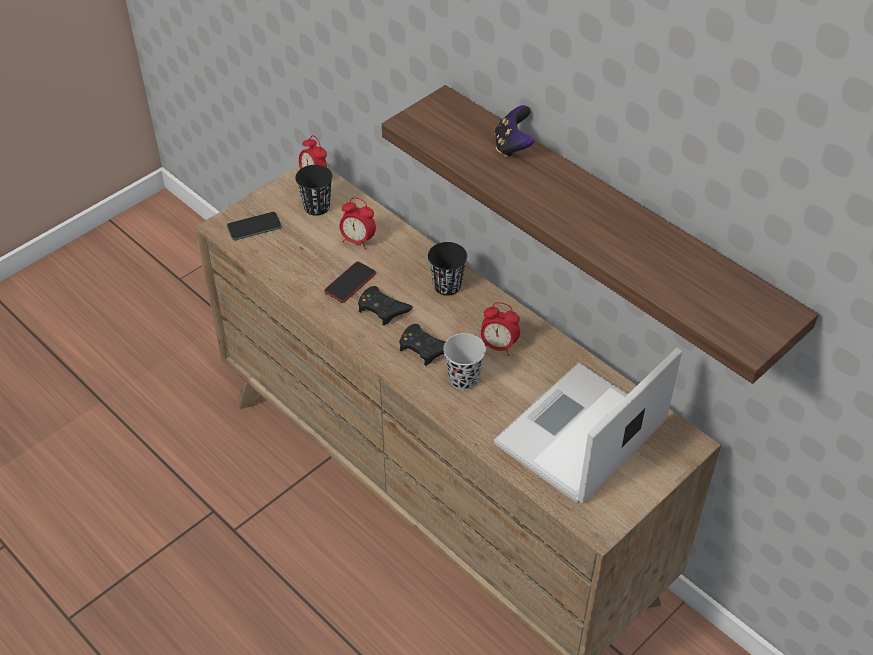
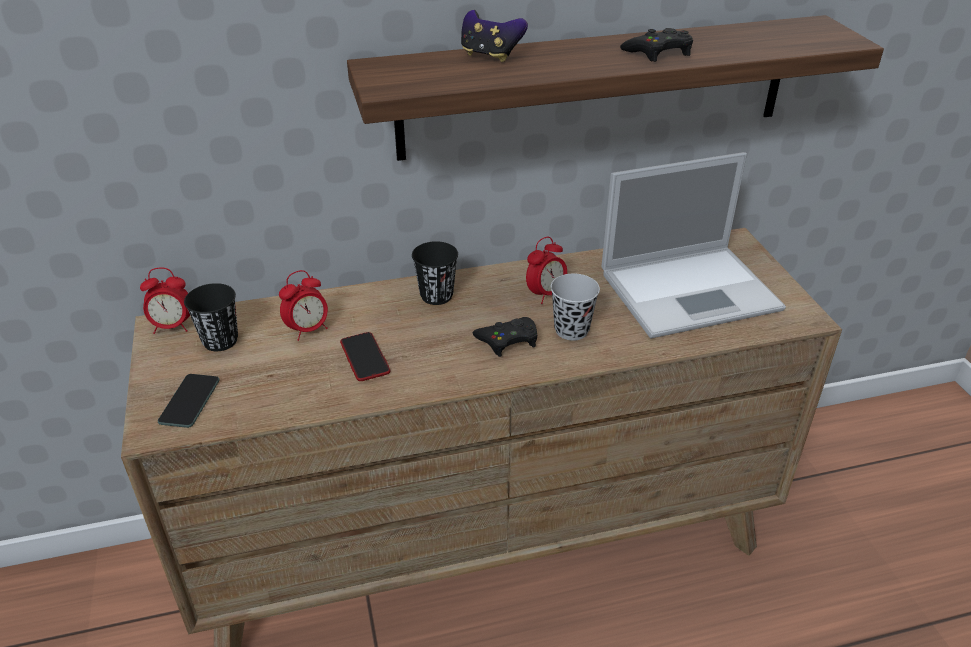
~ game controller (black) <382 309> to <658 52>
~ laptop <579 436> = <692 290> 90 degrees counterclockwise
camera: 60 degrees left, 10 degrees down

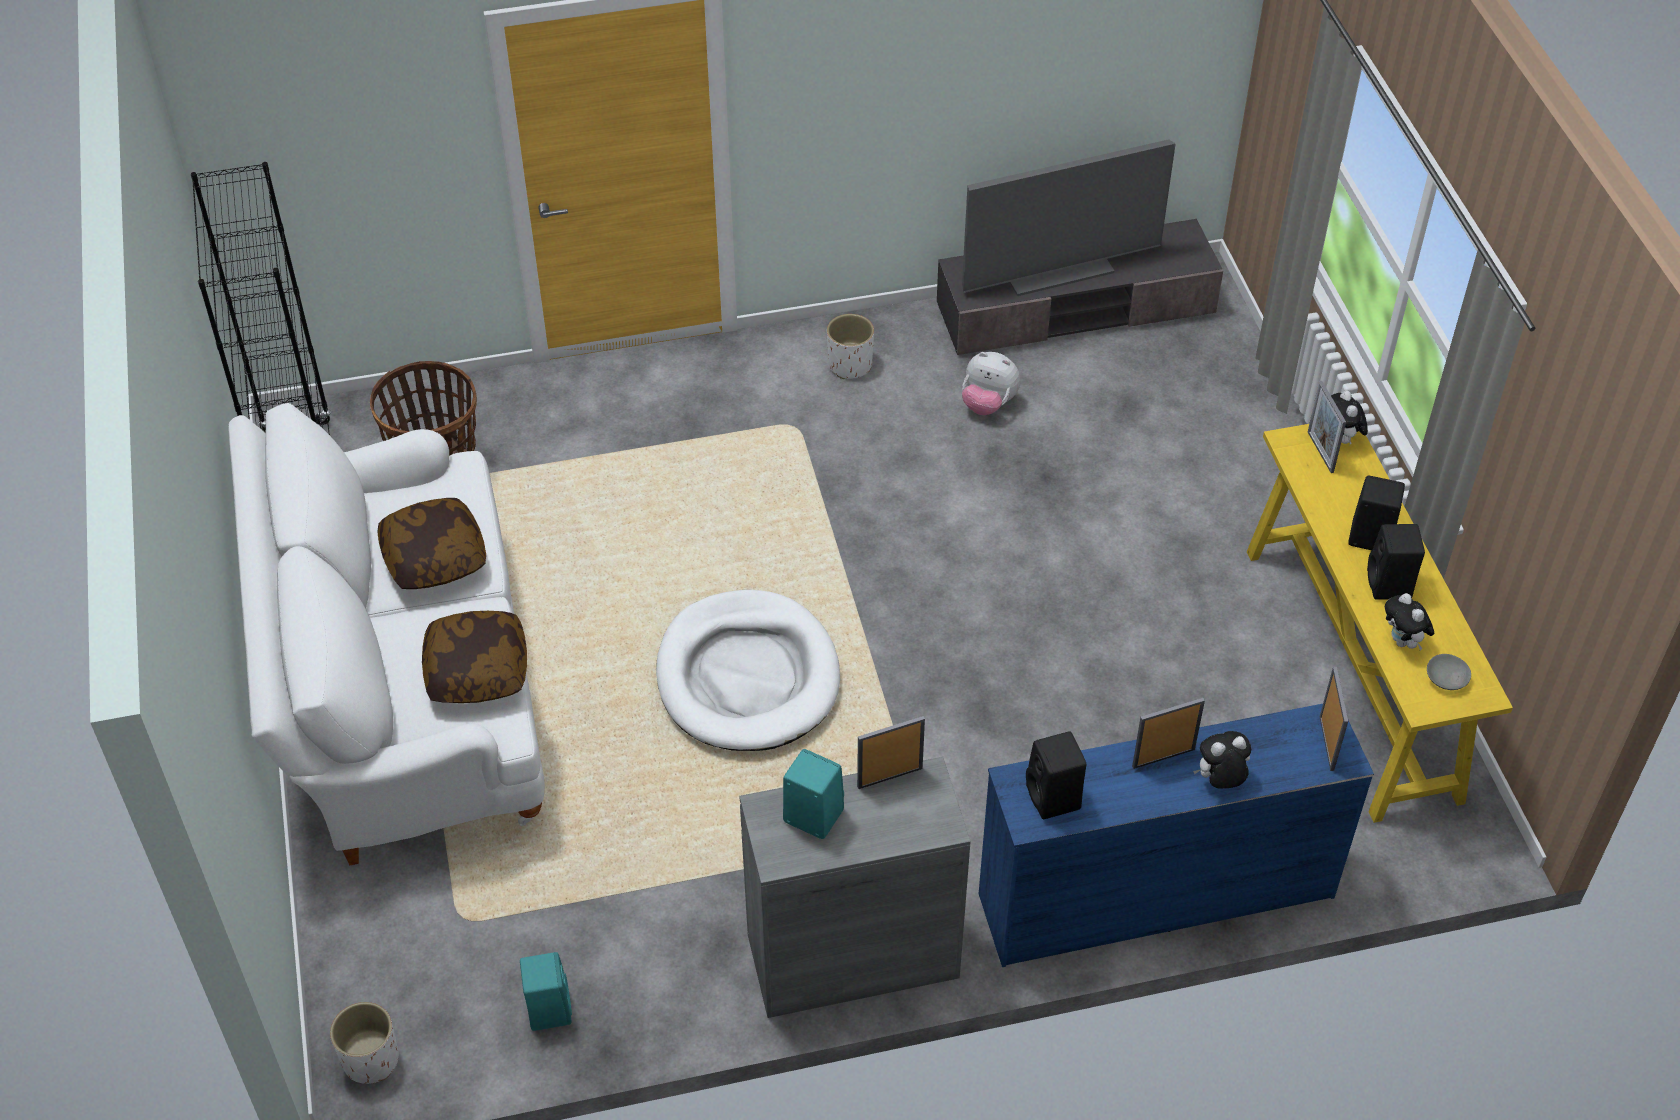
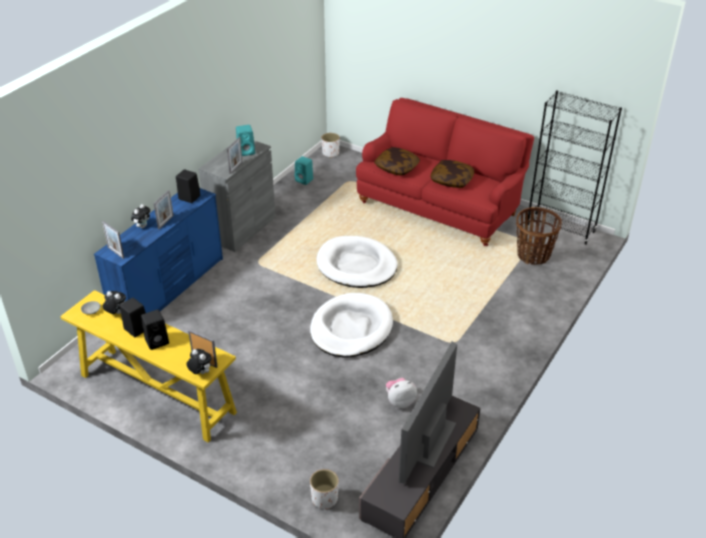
~ planter (white) <850 365> to <324 499>
~ sofa (white) <404 693> to sofa (red) <440 206>
+ dog bed (white) <351 328>
camera: 135 degrees right, 10 degrees down

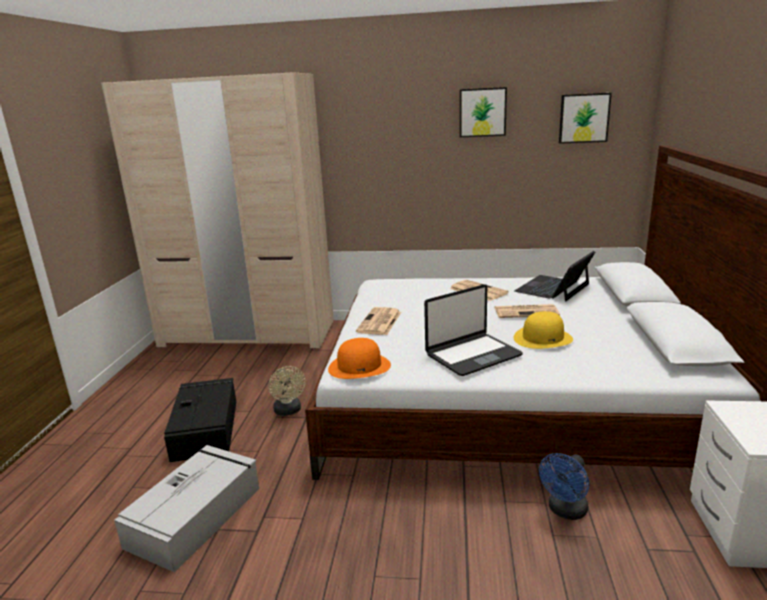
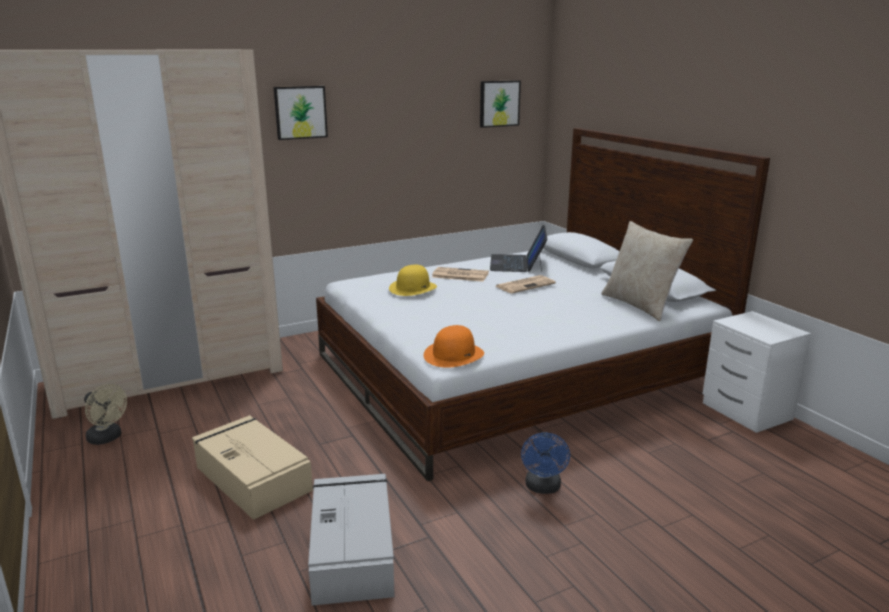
~ picture <482 112> to <300 112>
- laptop <472 355>
- newspaper <379 322>
~ hat (yellow) <543 338> to <413 288>
~ fan (beige) <289 411> to <108 438>
~ storage box (black) <206 428> to storage box (beige) <252 477>
~ fan (blue) <565 511> to <543 488>
+ pillow (beige) <640 305>
camera: 35 degrees left, 0 degrees up

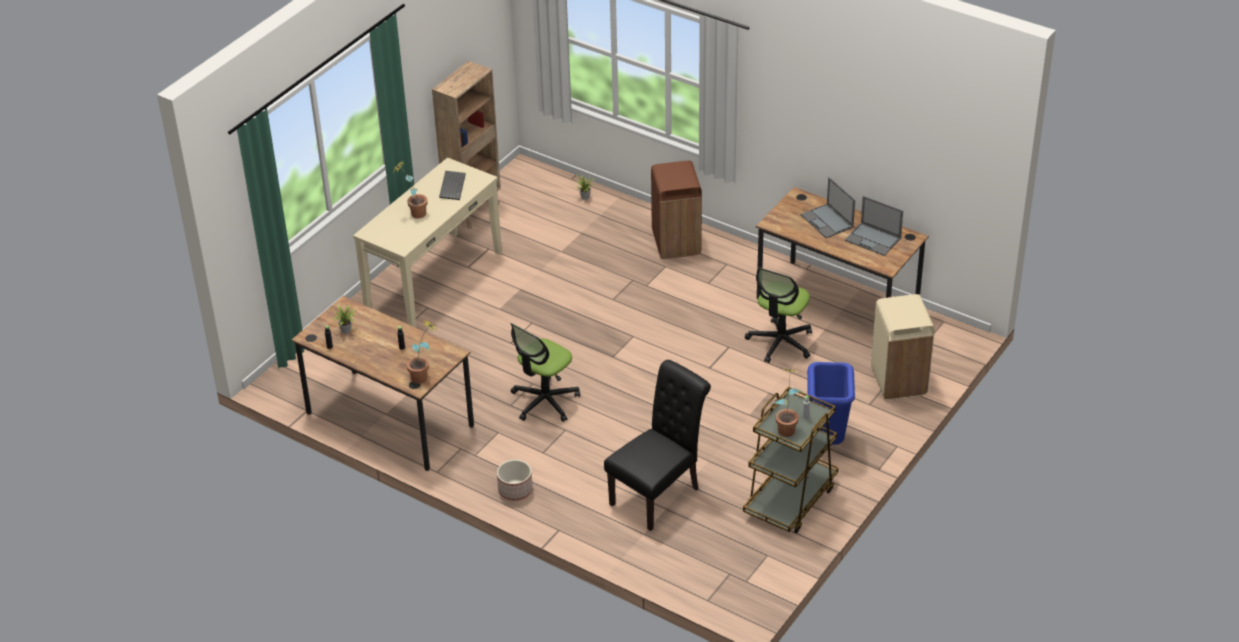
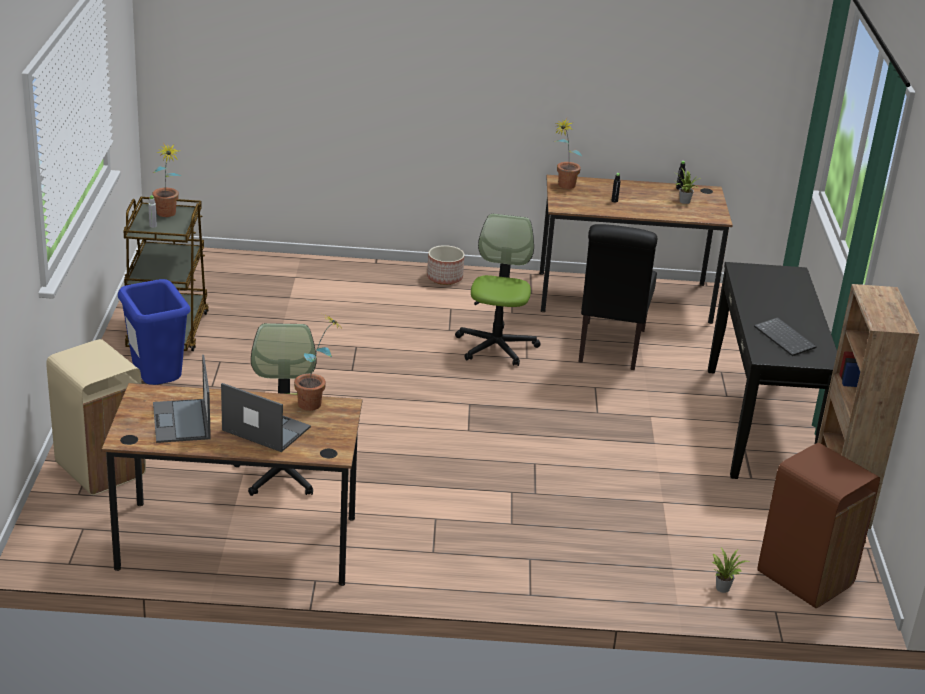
~ console table (beige) <433 280> to console table (black) <760 424>
~ potted plant <414 213> to <316 403>
~ trash can (brown) <675 243> to <805 578>
~ laptop <873 239> = <182 422> 105 degrees counterclockwise
~ chair (black) <659 494> to <609 348>
camera: 145 degrees right, 10 degrees down

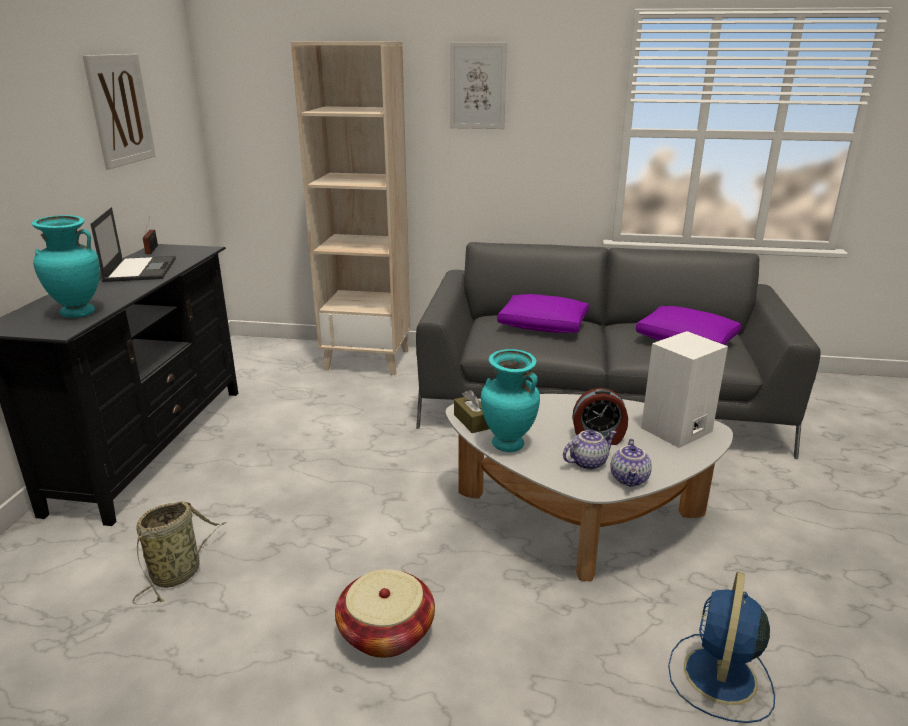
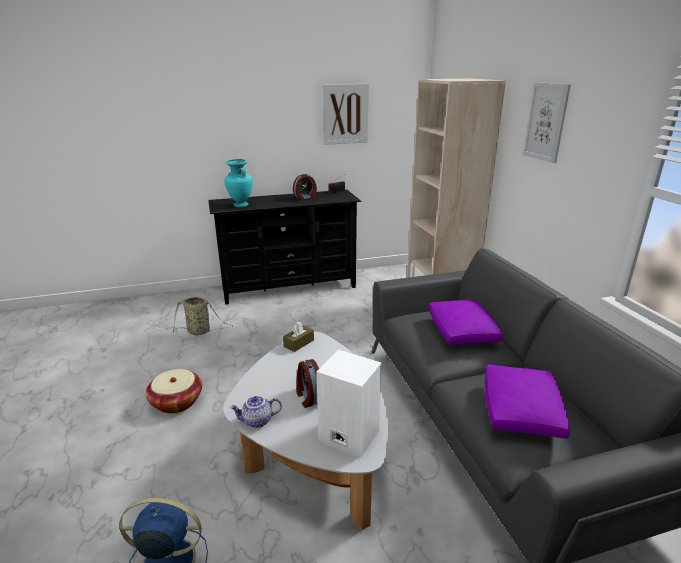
~ laptop <140 269> to alarm clock <305 198>
- vase (turquoise) <507 445>
- teapot <587 462>
camera: 65 degrees right, 0 degrees up

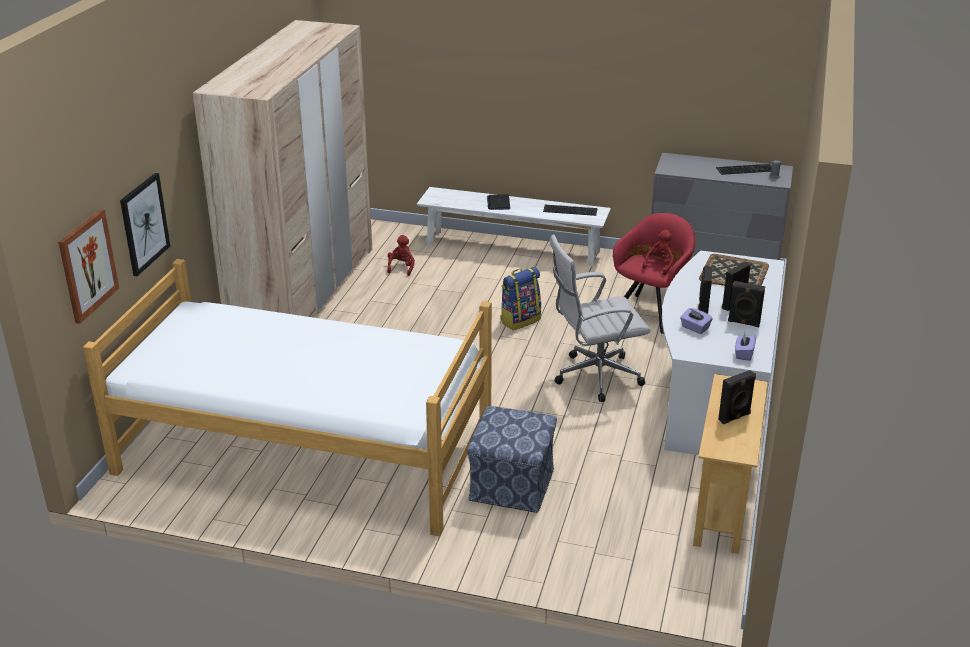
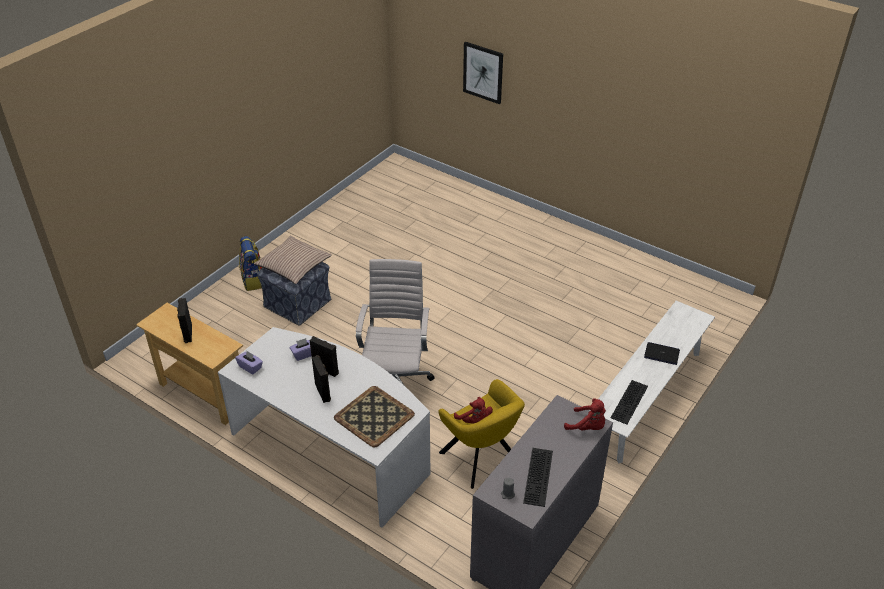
- wardrobe (beige) <304 292>
- picture <87 265>
~ armchair (red) <651 311> to armchair (yellow) <481 459>
~ plush toy (red) <401 268> to <587 427>
- bed <305 448>
~ backpack <520 320> to <253 280>
- speaker (black) <743 323>
+ pillow <293 266>
camera: 110 degrees right, 10 degrees up

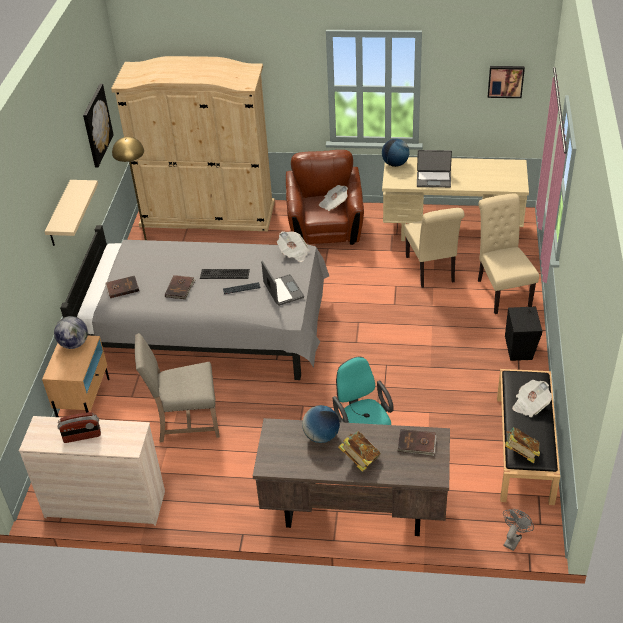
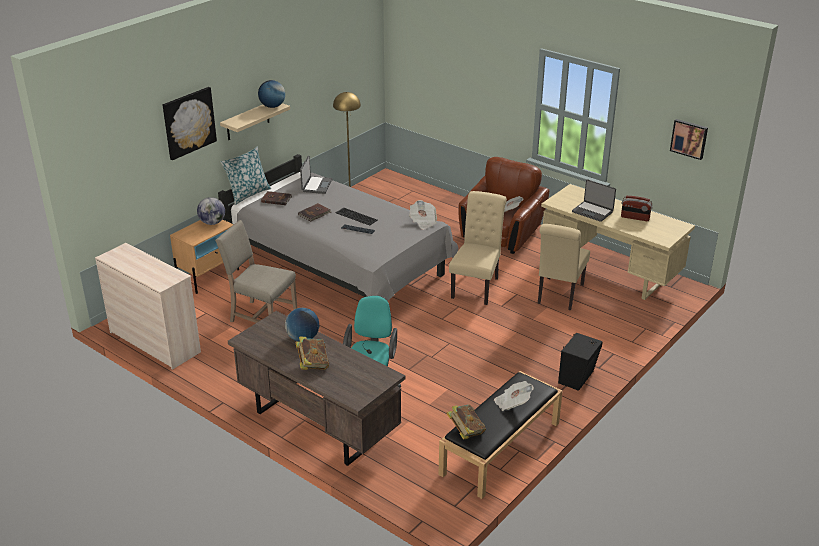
- wardrobe (beige) <207 214>
~ picture <96 125> to <189 122>
~ globe <395 164> to <272 106>
~ chair (beige) <501 290> to <476 286>
~ laptop <282 291> to <316 185>
~ radio <82 436> to <635 218>
- book (brown) <416 444>
- fan (grey) <513 539>
+ pillow <248 194>
camera: 30 degrees right, 10 degrees down

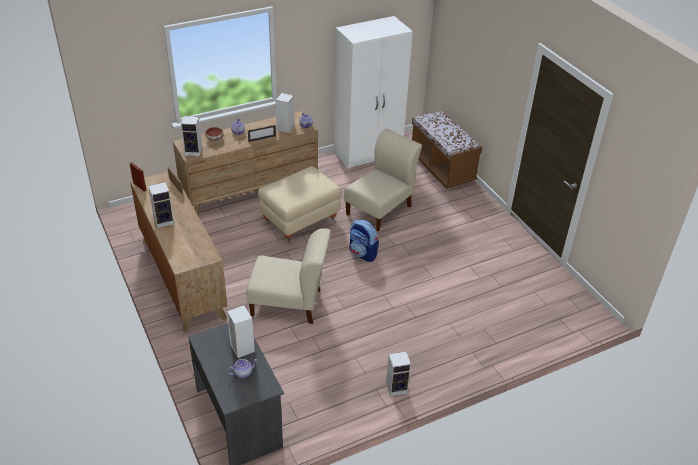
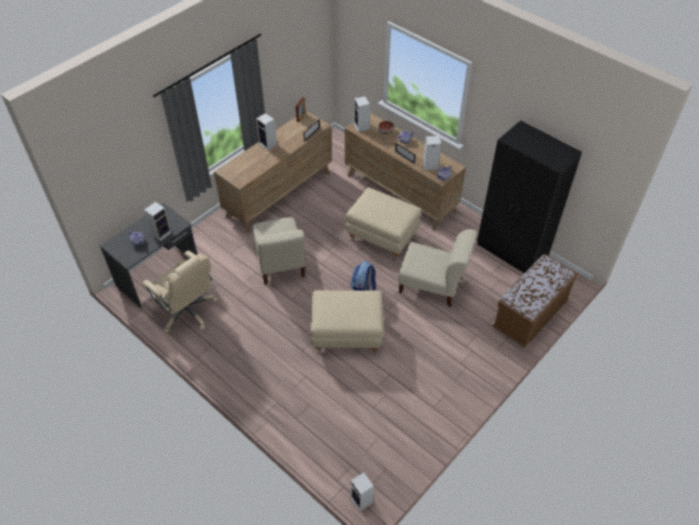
~ wardrobe (white) <368 153> to wardrobe (black) <512 252>
~ speaker <397 387> to <362 500>
+ office chair (beige) <187 311>
+ ottoman (beige) <347 334>
camera: 70 degrees right, 10 degrees up

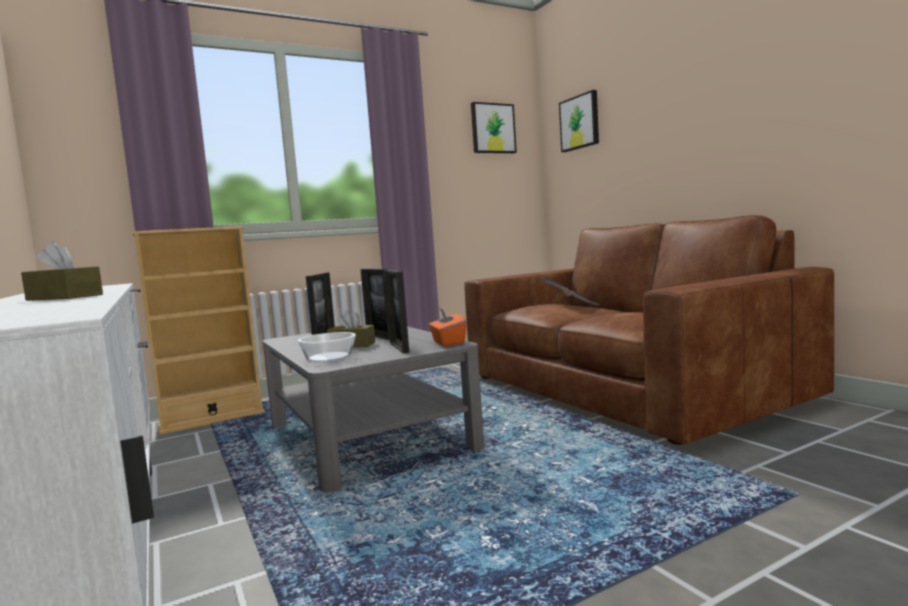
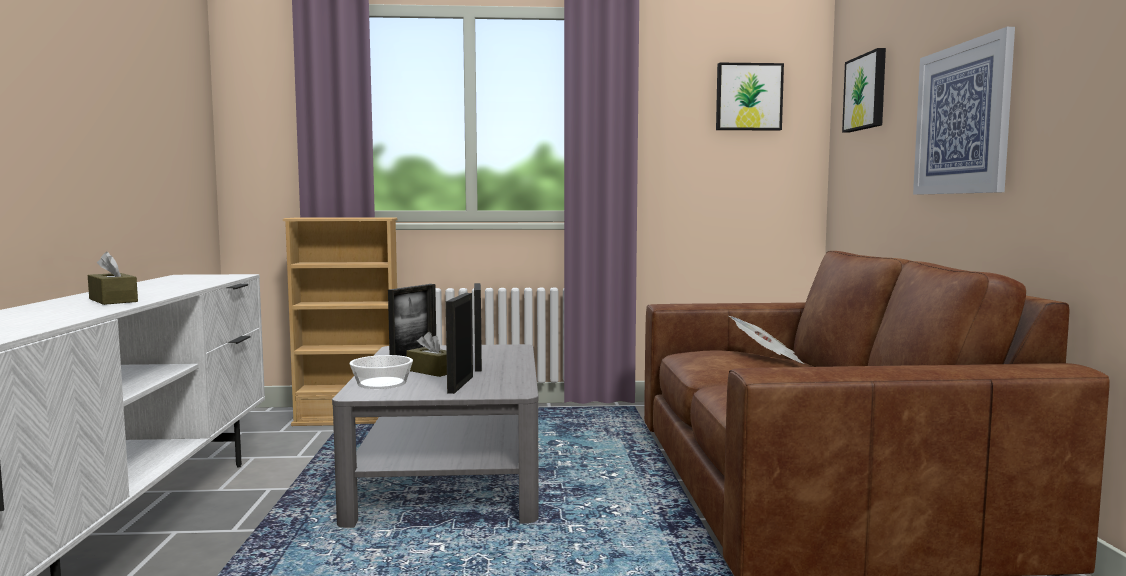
- tissue box (orange) <448 343>
+ picture <962 119>
camera: 25 degrees right, 0 degrees up

